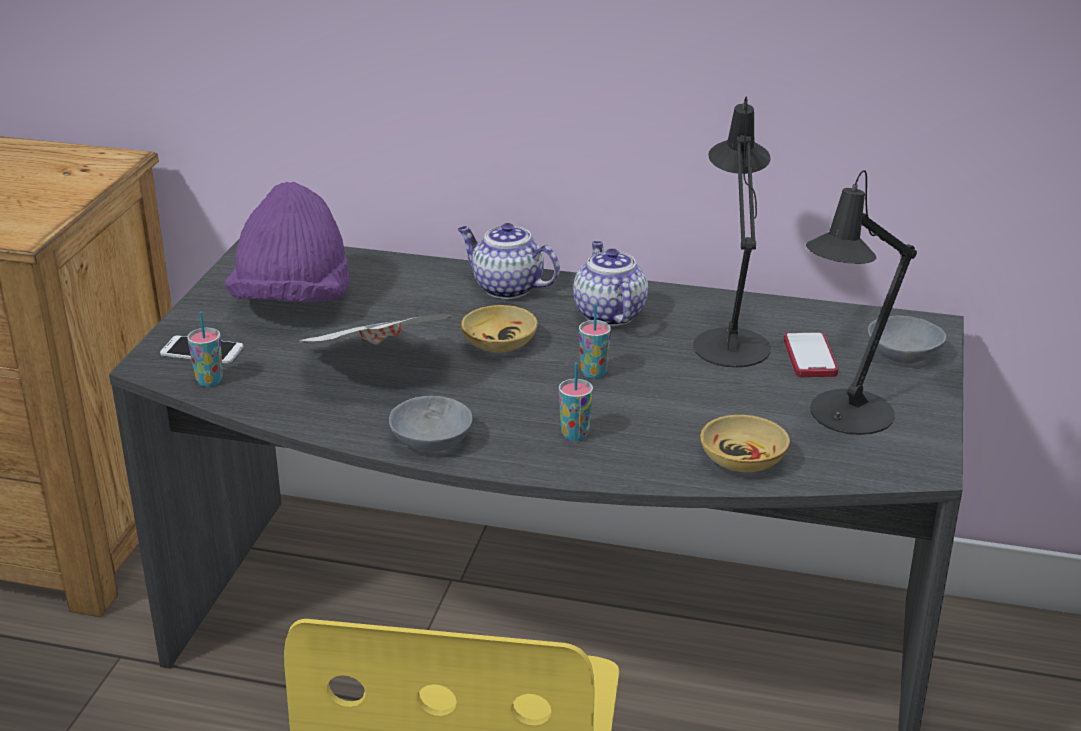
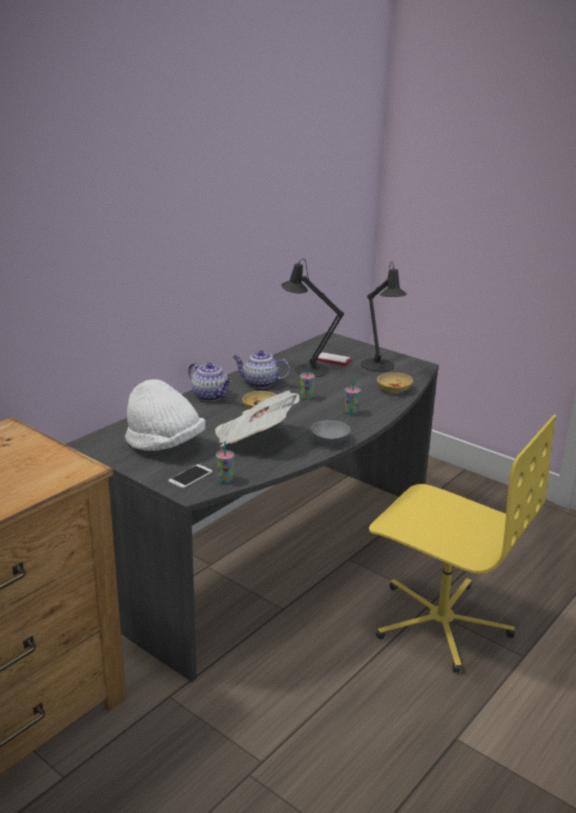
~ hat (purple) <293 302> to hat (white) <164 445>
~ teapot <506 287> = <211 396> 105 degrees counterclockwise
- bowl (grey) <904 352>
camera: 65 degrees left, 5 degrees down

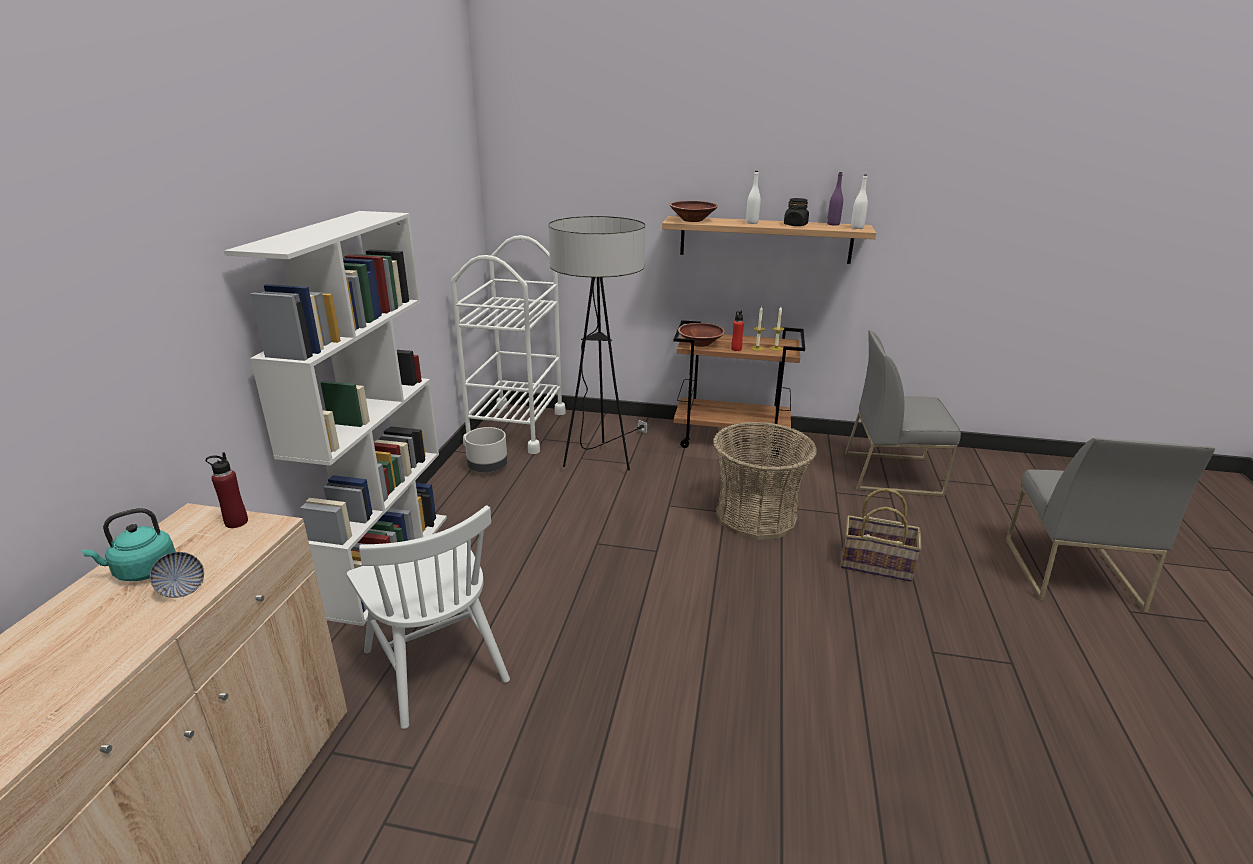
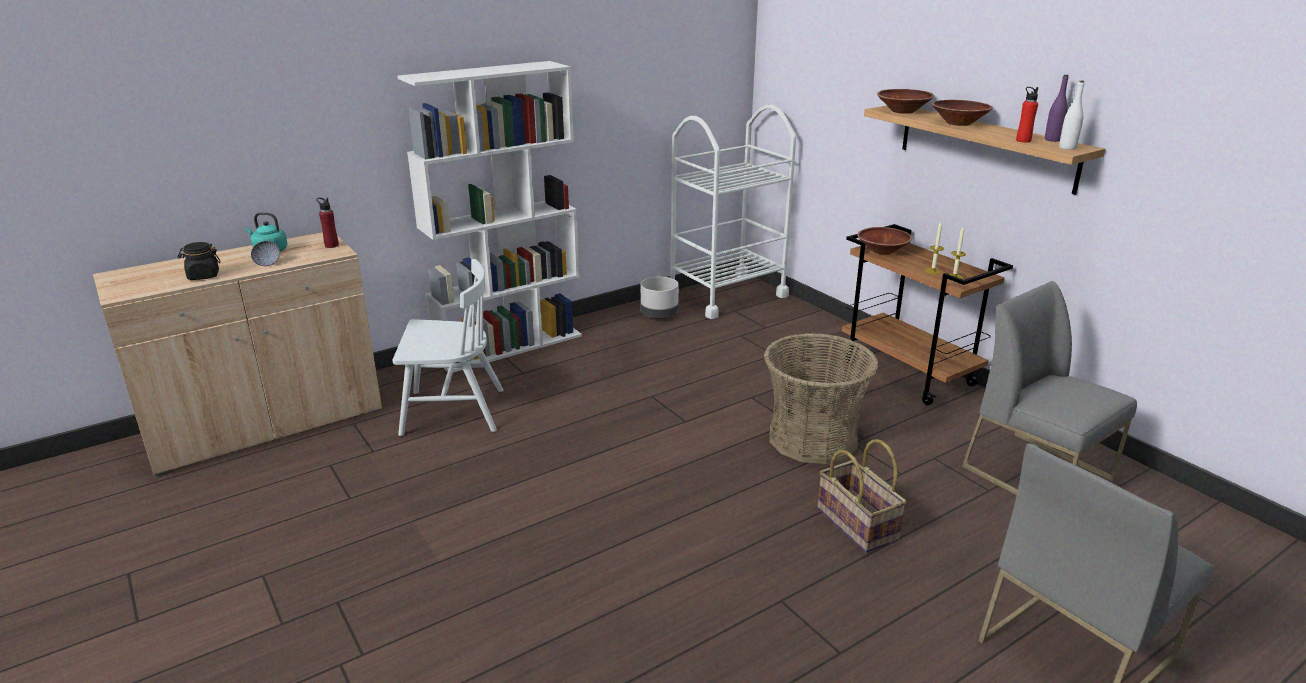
~ bottle (white) <752 223> to bowl (brown) <958 123>
~ jar (black) <795 225> to <203 276>
- floor lamp <600 462>
~ bottle (red) <736 349> to <1023 140>
~ chair (white) <435 664> = <452 412> 105 degrees counterclockwise
camera: 45 degrees right, 0 degrees up

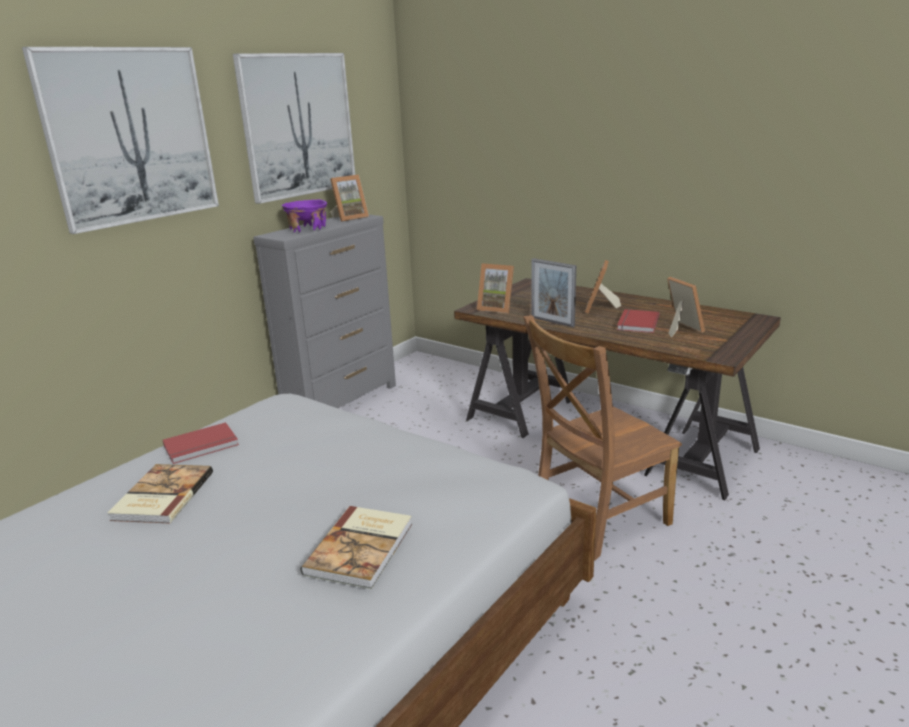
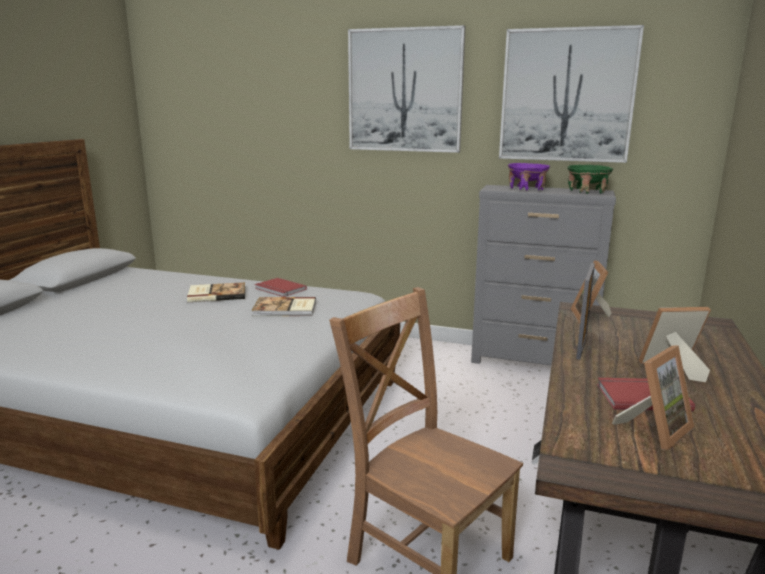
~ picture frame <349 218> to bowl (green) <587 191>
~ book <362 548> to <285 309>
camera: 70 degrees right, 5 degrees down

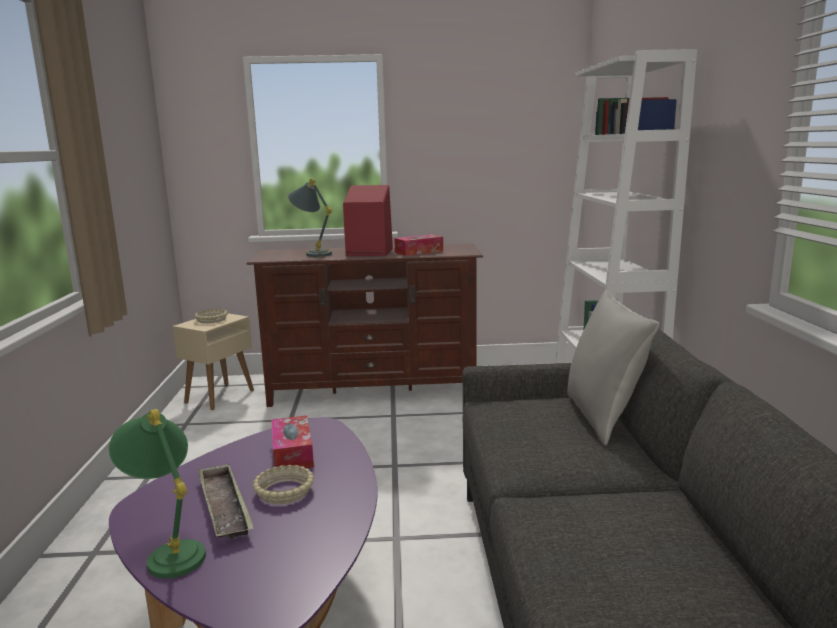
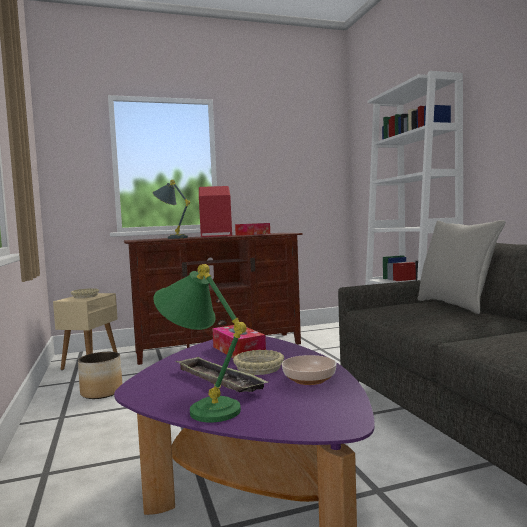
+ planter <101 392>
+ bowl <310 379>
camera: 15 degrees left, 10 degrees down

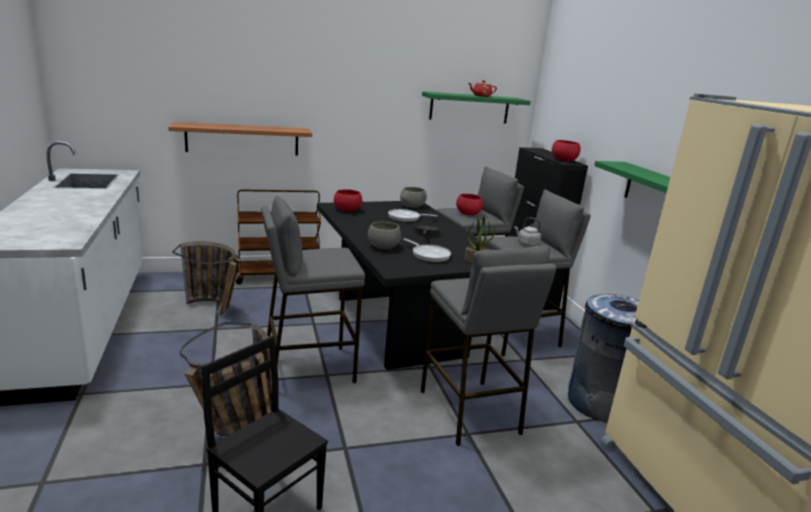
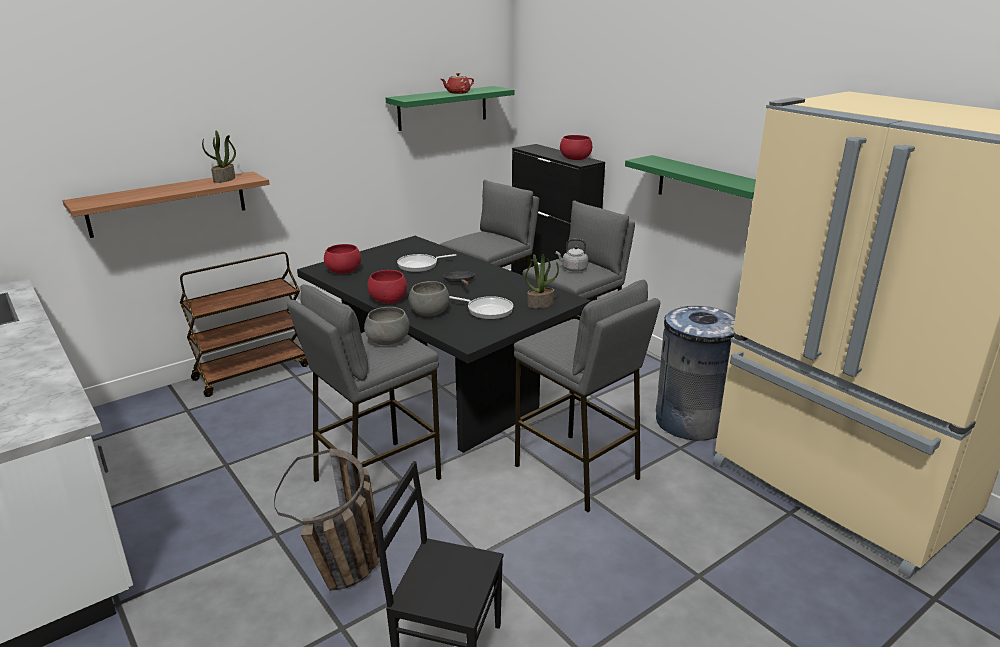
~ bowl (grey) <412 206> to <388 340>
~ bowl (red) <468 213> to <387 300>
- basket <216 310>
+ potted plant <224 179>
camera: 20 degrees left, 5 degrees up

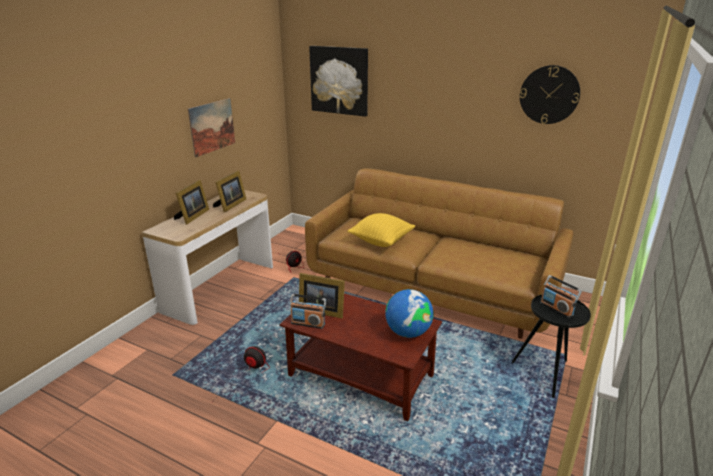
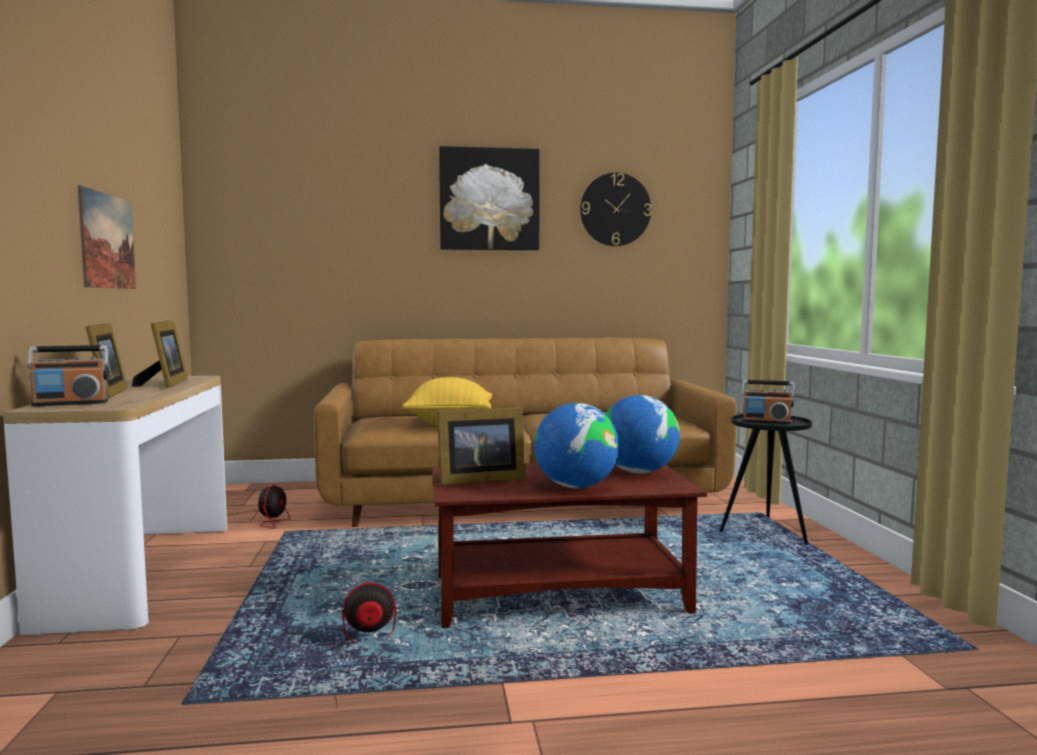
~ picture <339 80> to <489 199>
~ radio <308 323> to <71 403>
+ globe <576 487>
camera: 35 degrees left, 20 degrees down

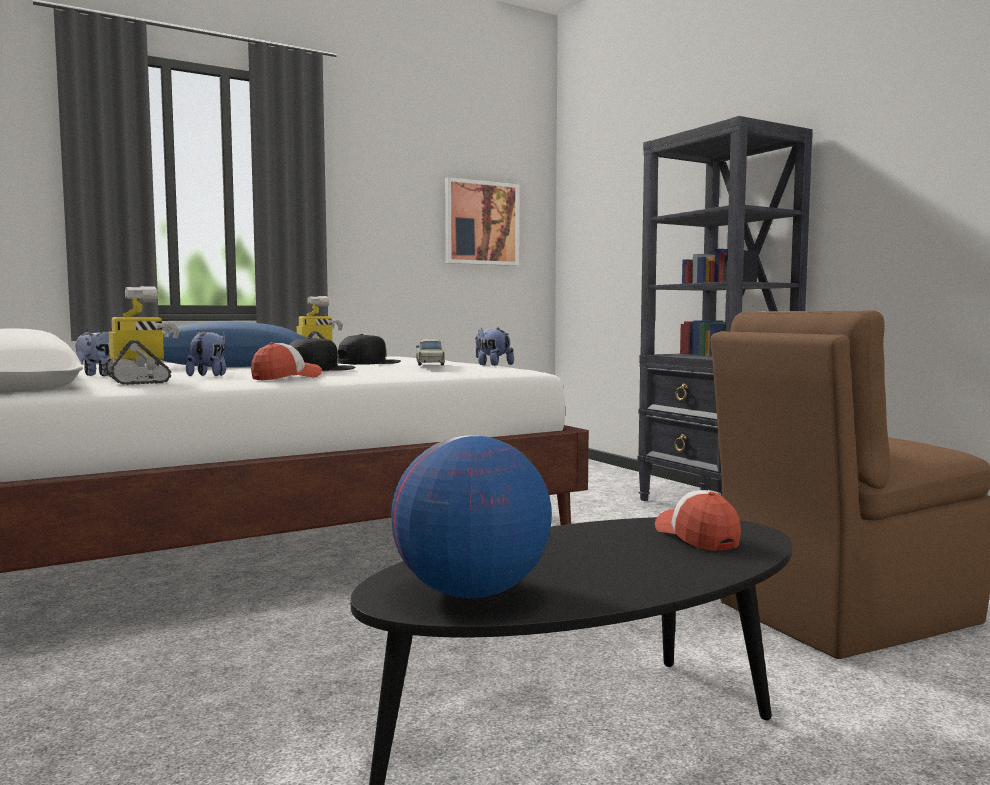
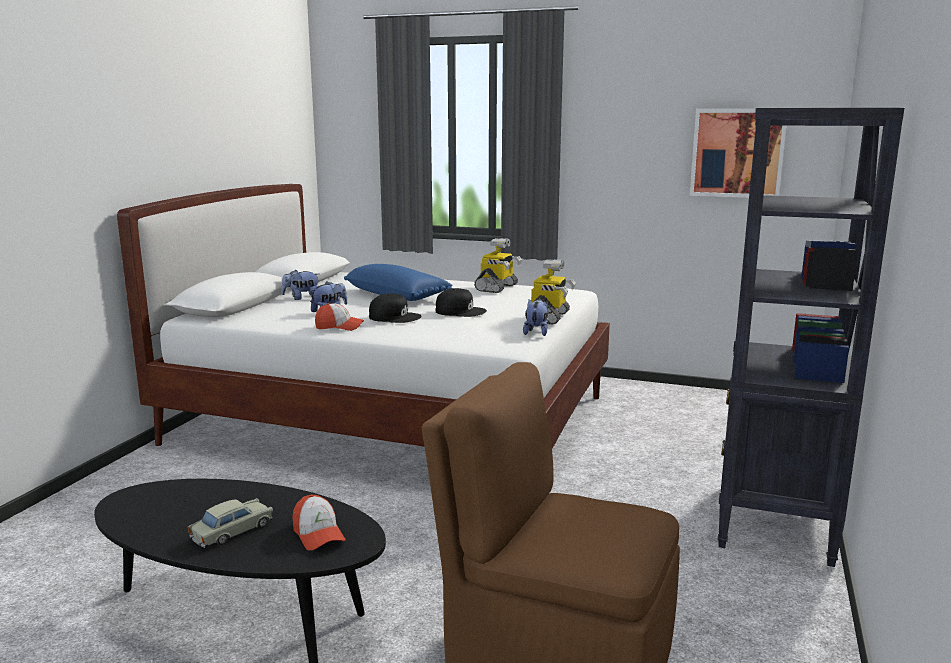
~ toy robot <139 381> to <549 317>
~ toy car (beige) <430 364> to <232 531>
- globe <470 593>
~ cap <697 537> = <318 534> 120 degrees clockwise
camera: 50 degrees right, 10 degrees up

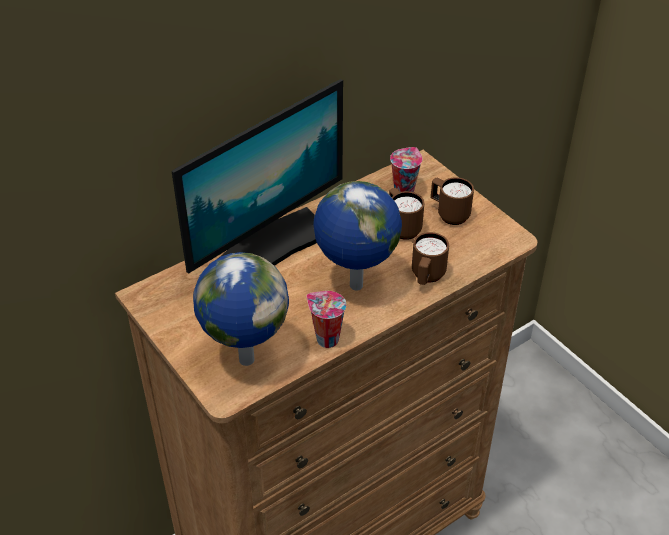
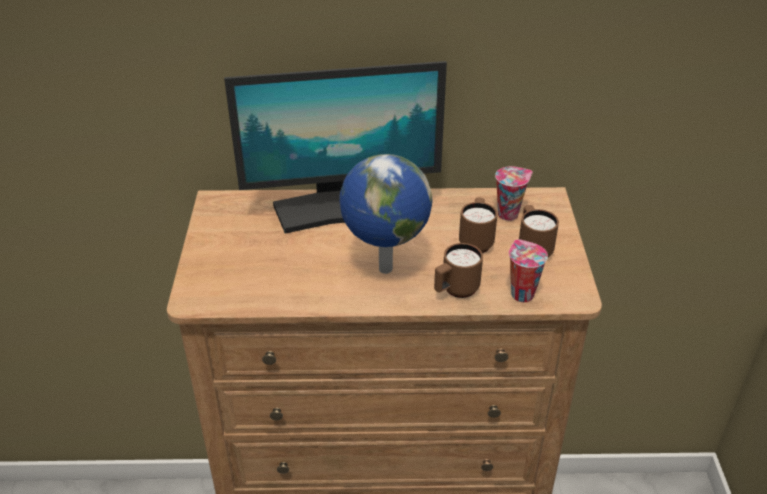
- globe <245 359>
~ cup <325 339> to <521 293>
camera: 35 degrees right, 5 degrees down

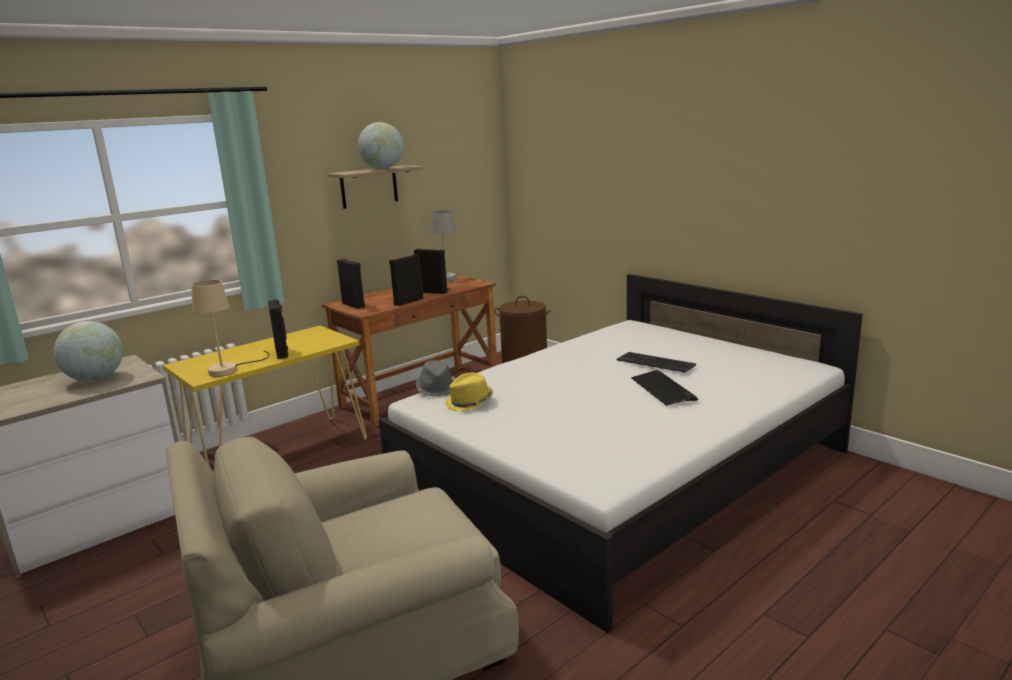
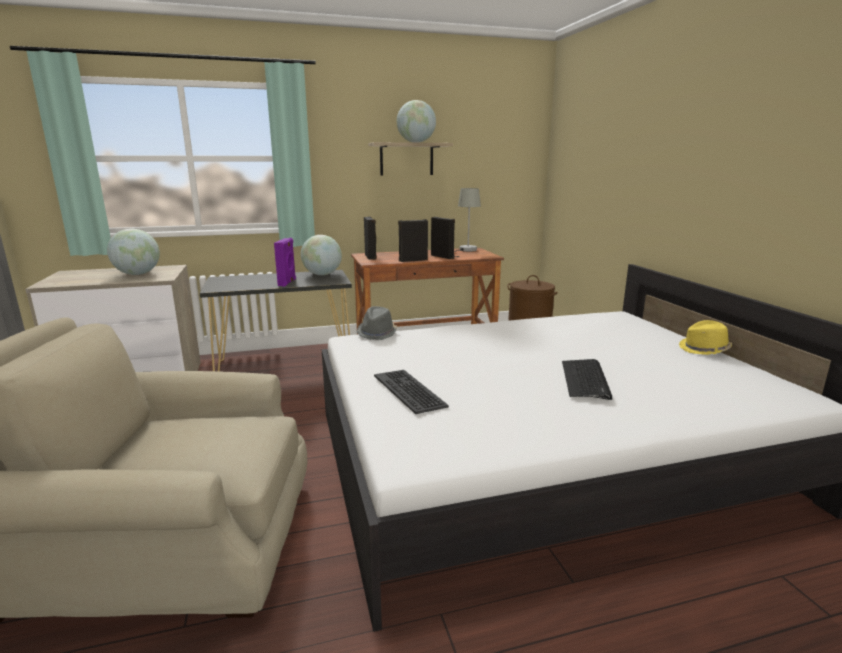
- table lamp (beige) <230 369>
~ speaker (black) <282 353> to speaker (purple) <287 282>
~ console table (yellow) <281 453> to console table (black) <286 365>
~ keyboard <656 362> to <409 391>
~ hat (yellow) <470 403> to <705 349>
+ globe <322 275>
camera: 25 degrees right, 0 degrees up

